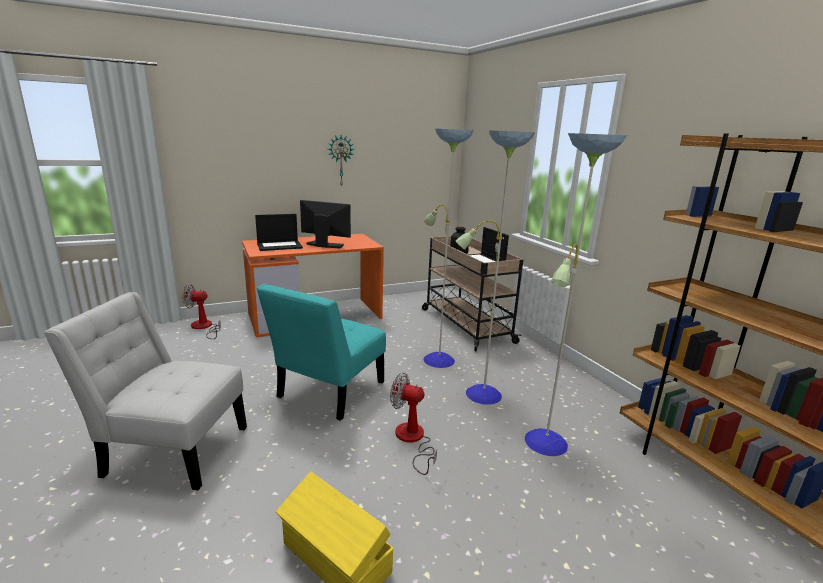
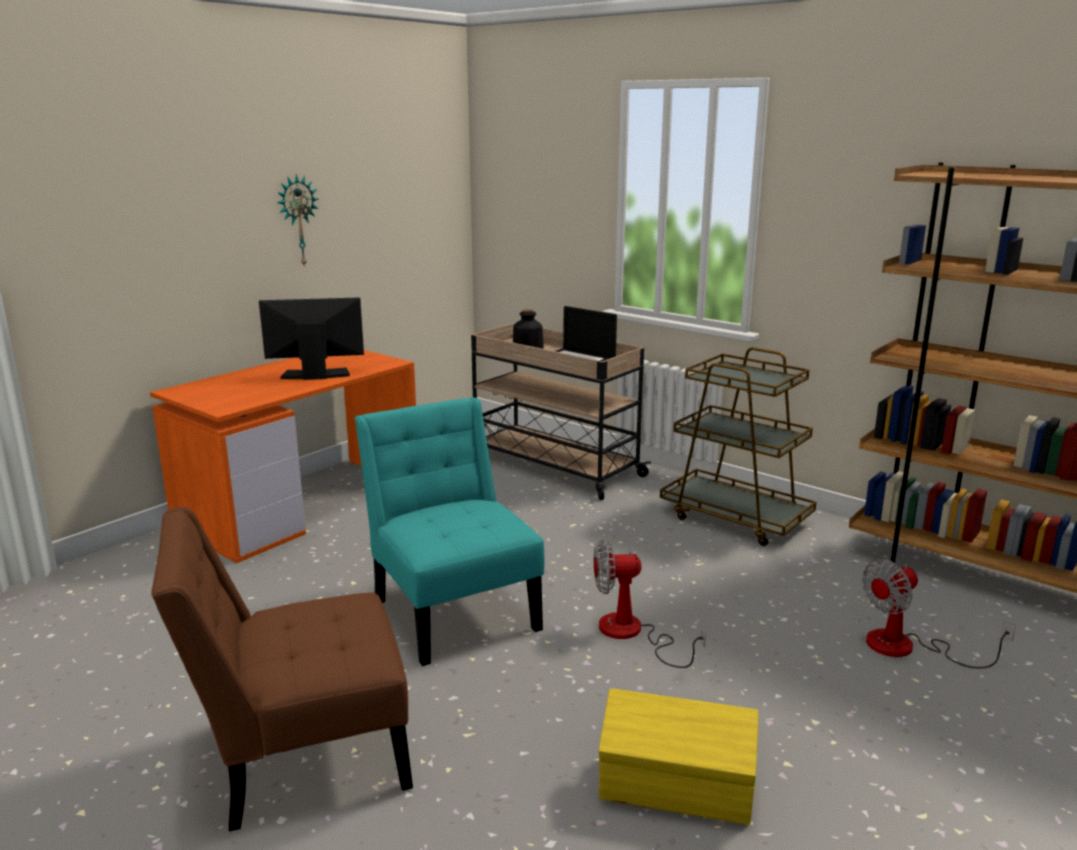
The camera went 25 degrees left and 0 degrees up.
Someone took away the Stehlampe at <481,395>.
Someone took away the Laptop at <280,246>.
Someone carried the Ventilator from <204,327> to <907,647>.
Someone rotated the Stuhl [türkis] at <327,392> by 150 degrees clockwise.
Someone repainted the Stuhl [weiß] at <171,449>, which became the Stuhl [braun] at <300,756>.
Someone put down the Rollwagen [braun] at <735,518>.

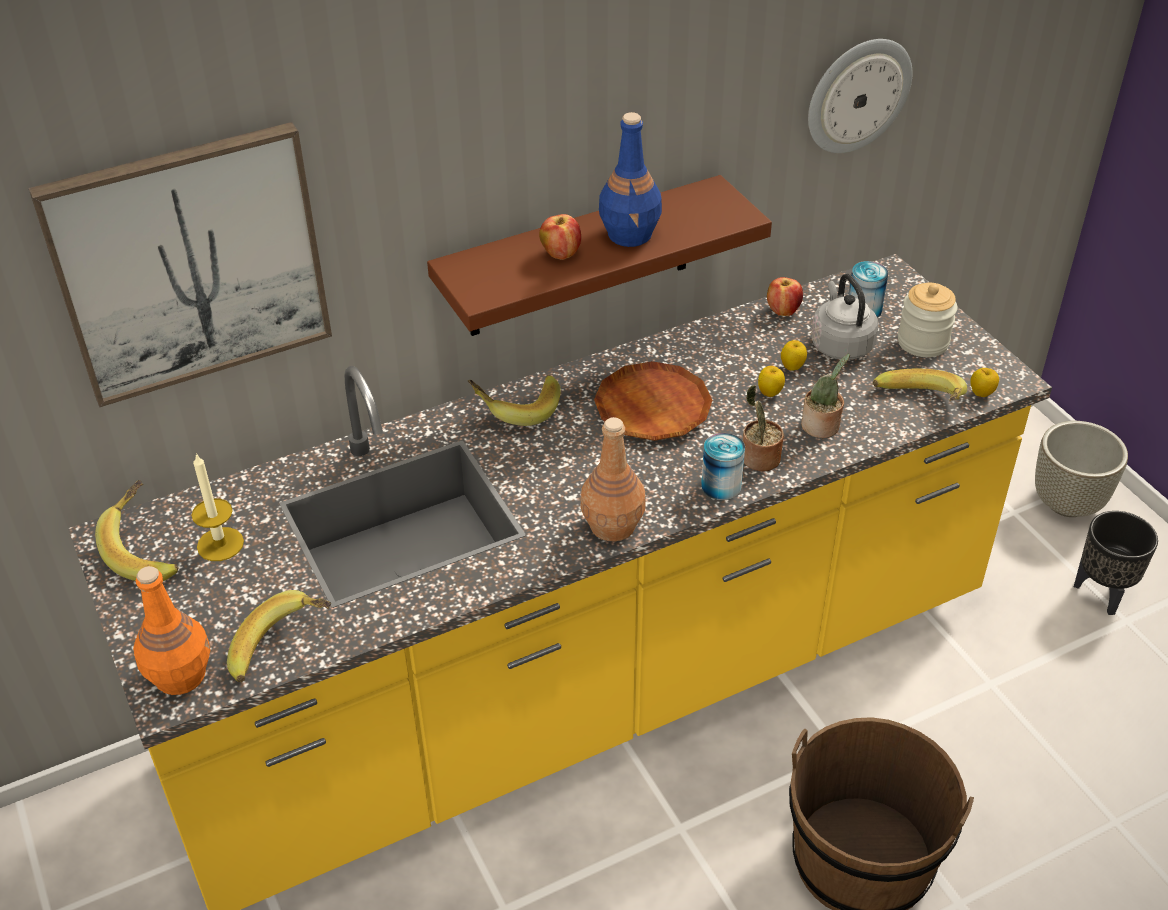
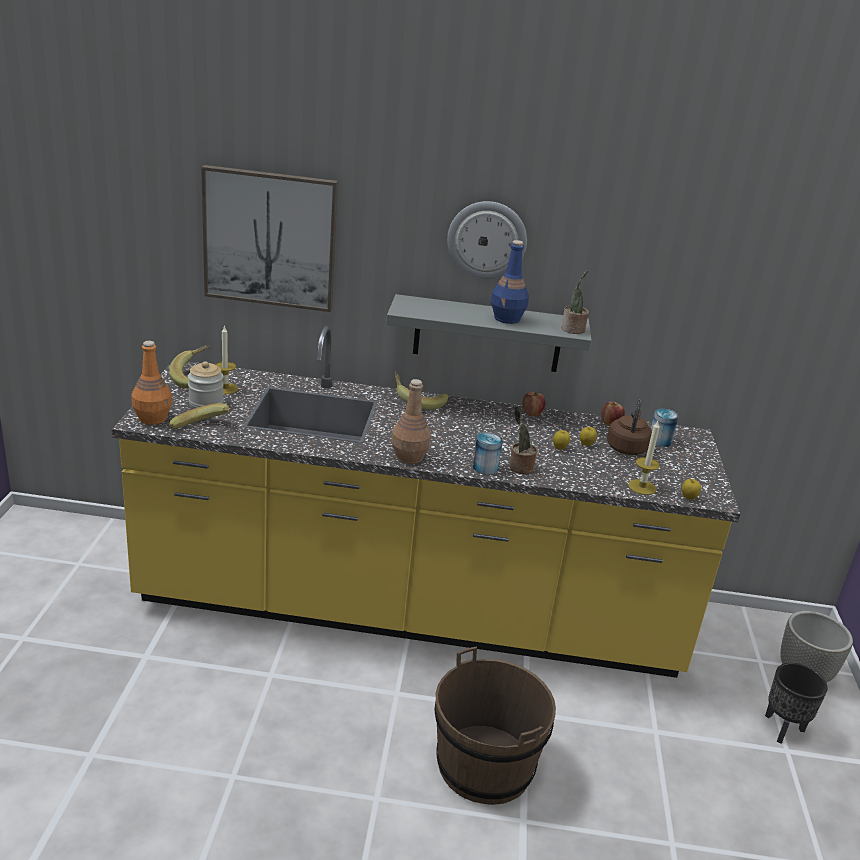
The camera went 30 degrees right and 15 degrees down.
Someone carried the Wanduhr from <857,95> to <487,239>.
Someone repainted the Wandregal [braun] at <579,258>, which became the Wandregal [grau] at <487,334>.
Someone carried the Apfel from <561,254> to <532,414>.
Someone repainted the Wasserkessel [grau] at <840,344>, which became the Wasserkessel [braun] at <627,447>.
Someone carried the Vorratsglas from <923,342> to <206,404>.
Someone carried the Topfpflanze from <822,427> to <573,330>.
Someone took away the Teller [braun] at <652,408>.
Someone swapped the Banane at <919,406> for the Kerze at <642,487>.

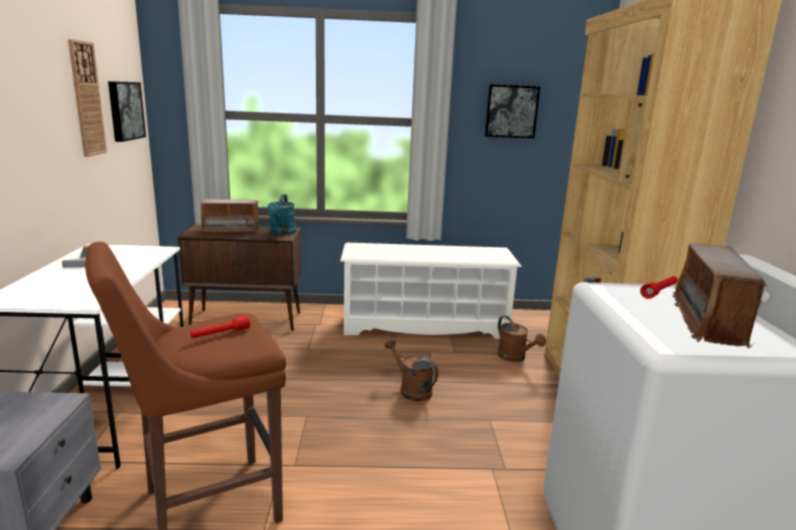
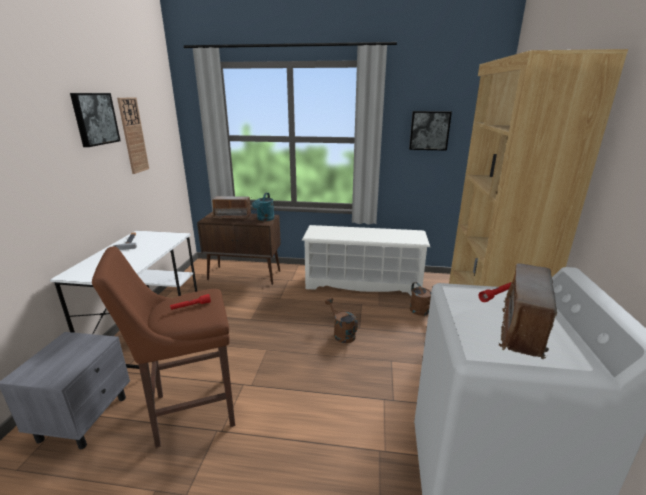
The camera went 10 degrees right and 5 degrees up.
Someone carried the Bild from <124,110> to <94,119>.

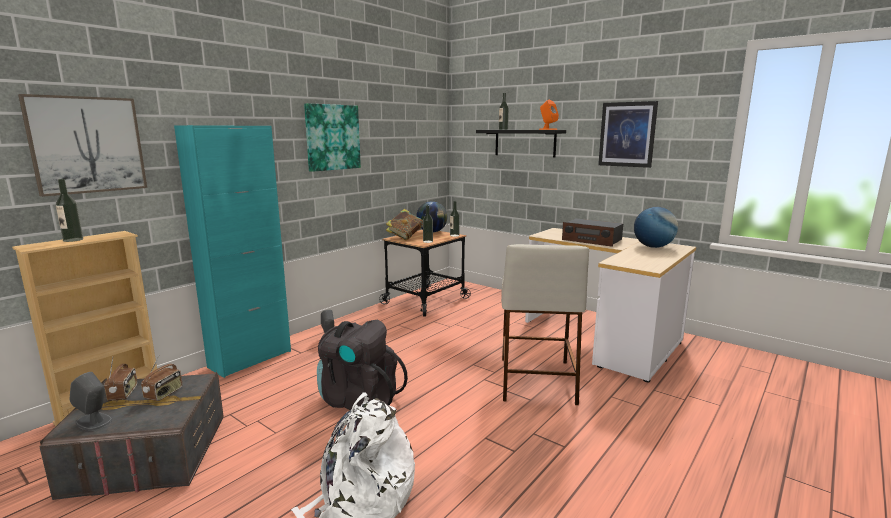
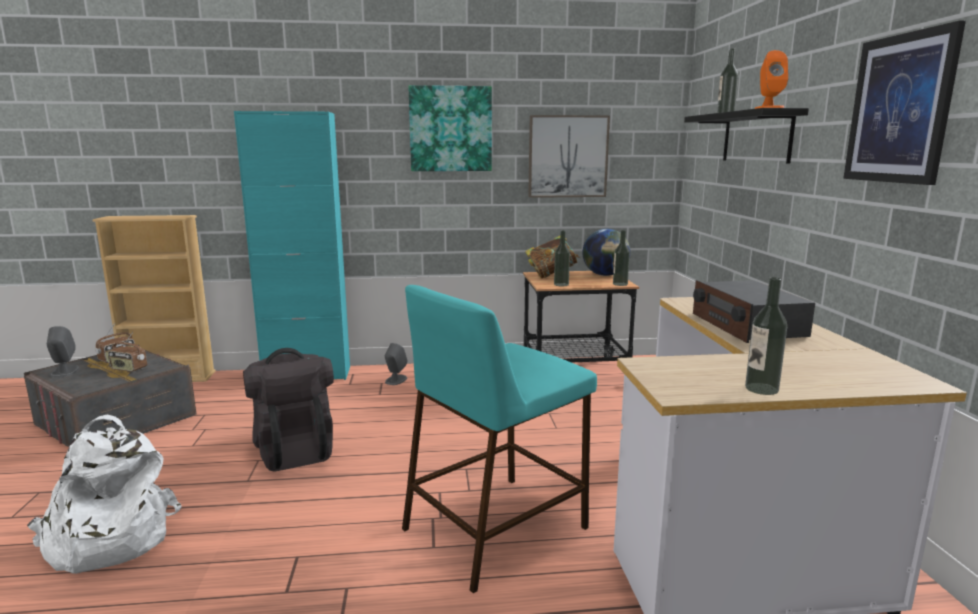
The camera went 45 degrees right and 0 degrees up.
Someone carried the Bild from <87,145> to <567,156>.
Someone carried the Flasche from <73,240> to <761,389>.
Someone took away the Globus at <653,247>.
Someone repainted the Hocker [beige] at <536,379>, which became the Hocker [türkis] at <496,527>.
Someone rotated the Radio at <164,394> by 45 degrees clockwise.

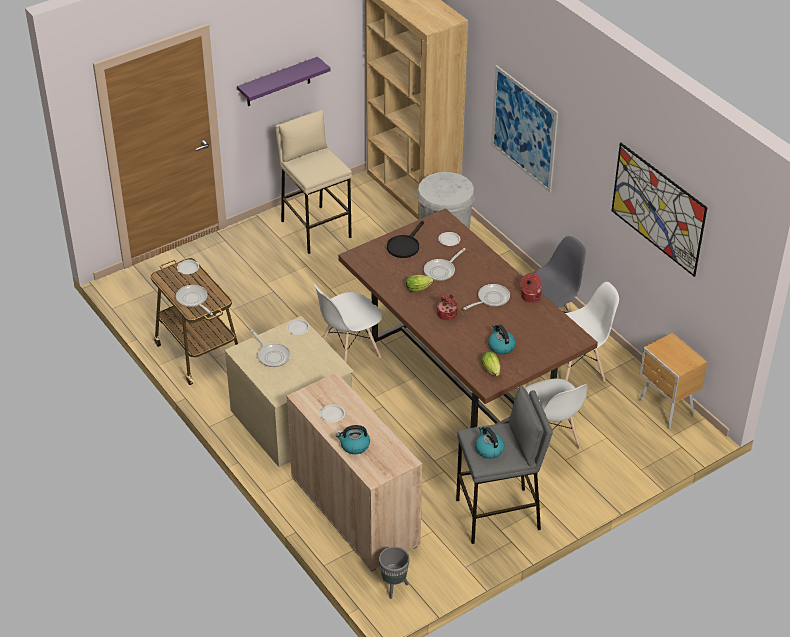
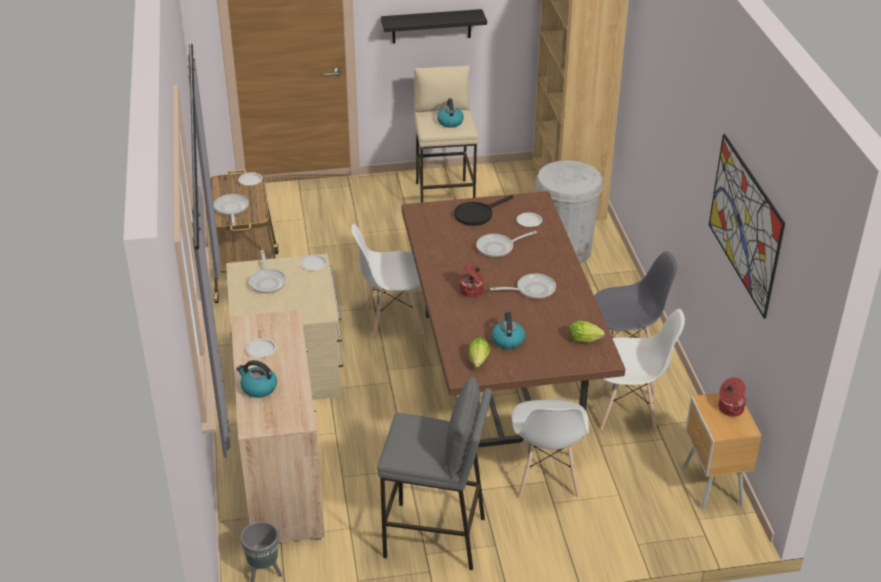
The camera went 25 degrees right and 5 degrees down.
Someone repainted the Wandregal [lila] at <278,82>, which became the Wandregal [schwarz] at <431,26>.
Someone took away the Bild at <524,128>.
Someone carried the Kochtopf from <530,297> to <730,408>.
Someone carried the Salatkopf from <419,288> to <586,340>.
Someone carried the Wasserkessel from <489,449> to <450,122>.

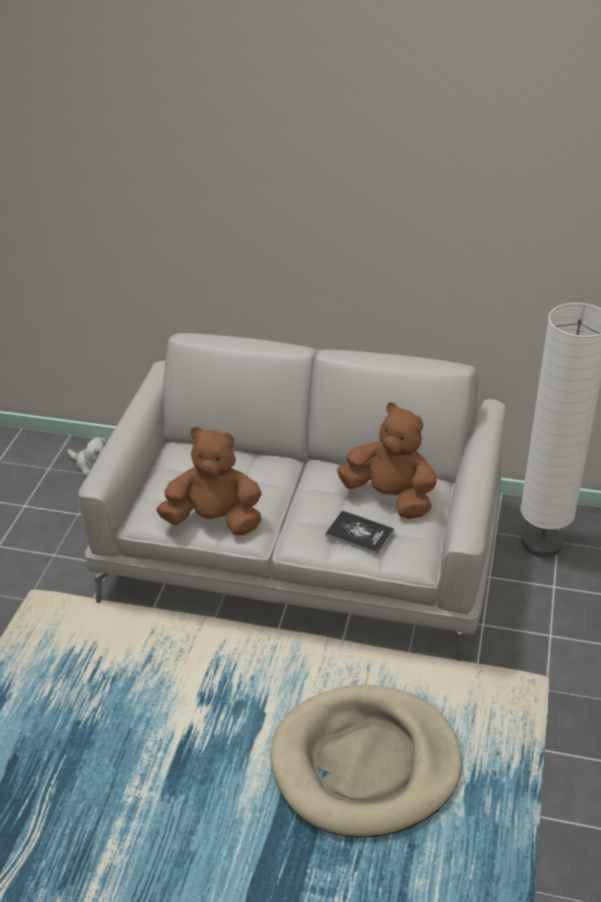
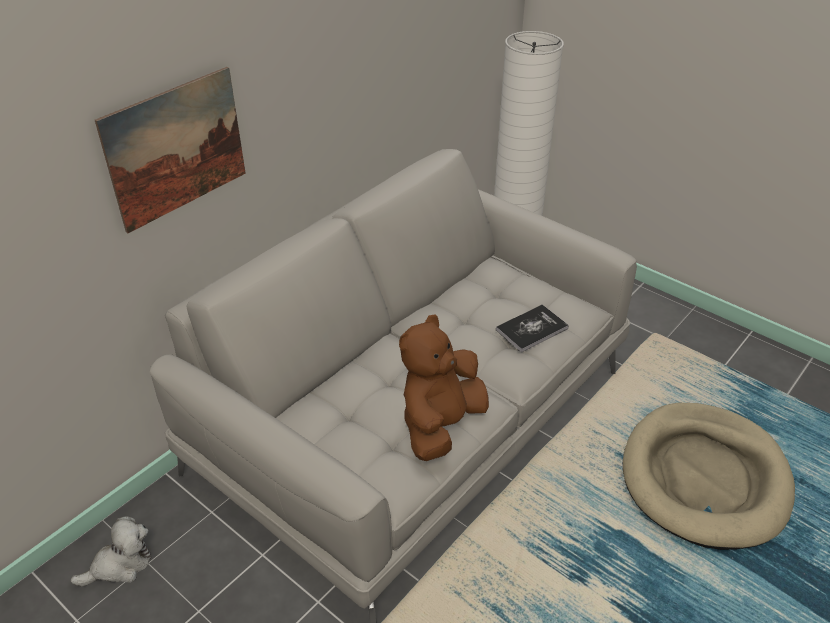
The camera went 65 degrees left and 0 degrees up.
Someone took away the Plüschtier [braun] at <390,497>.
Someone put up the Bild at <176,148>.

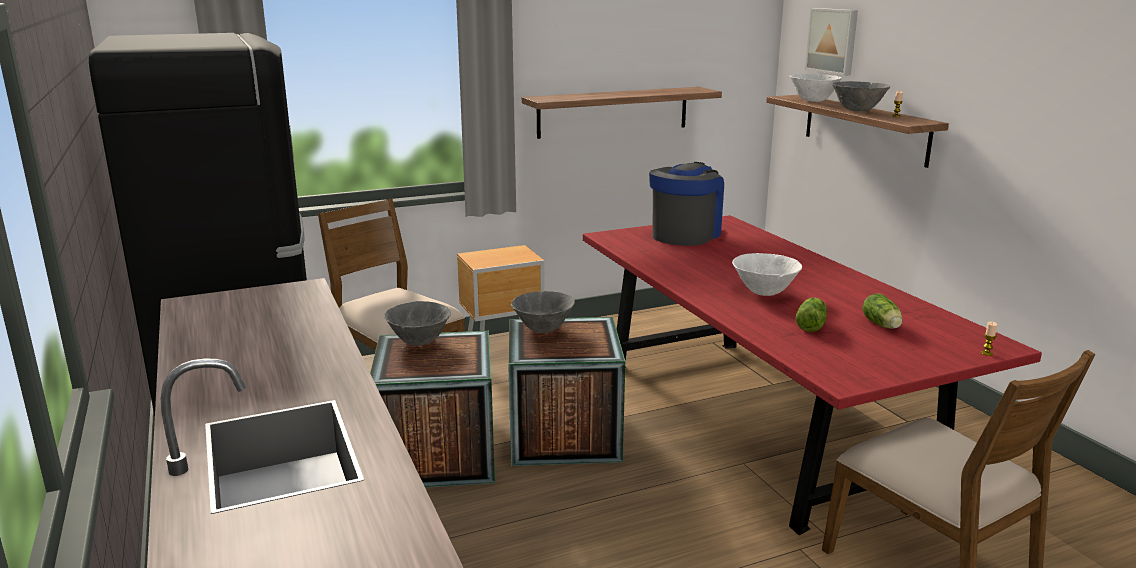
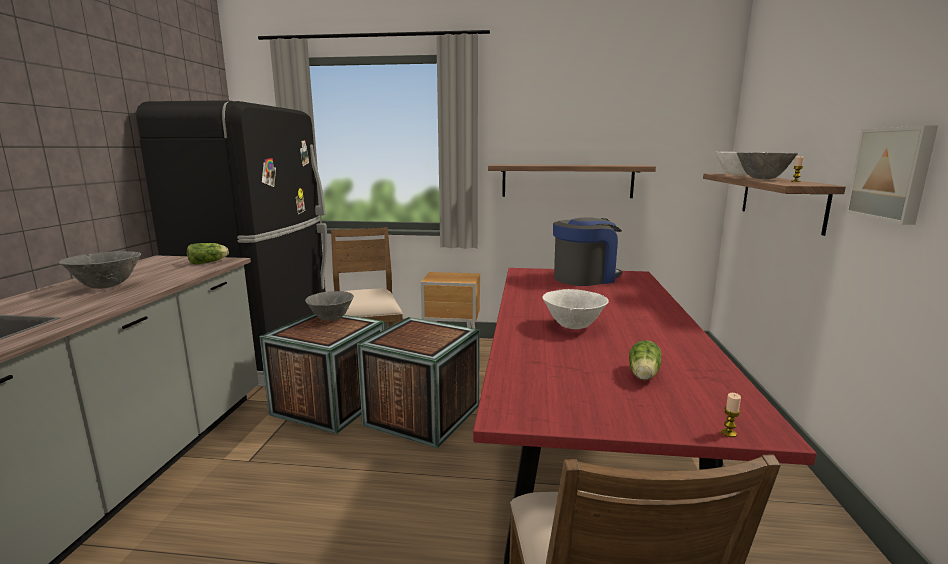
The camera went 30 degrees right and 5 degrees down.
Someone carried the Bild from <833,41> to <892,173>.
Someone carried the Schüssel [grau] from <543,330> to <106,287>.
Someone carried the Salatkopf from <811,325> to <209,262>.

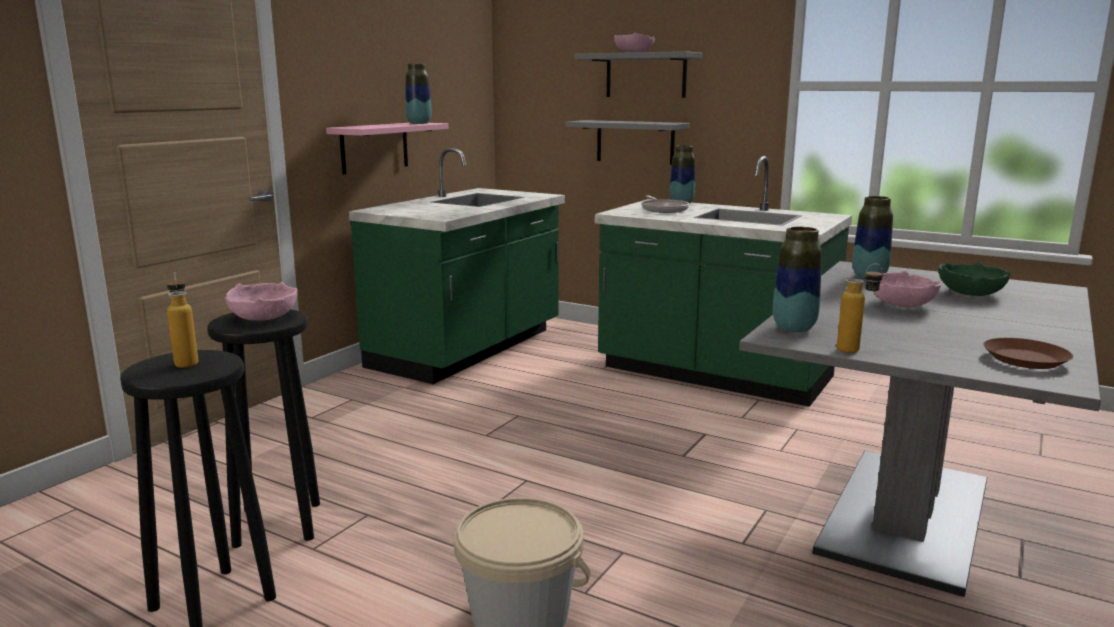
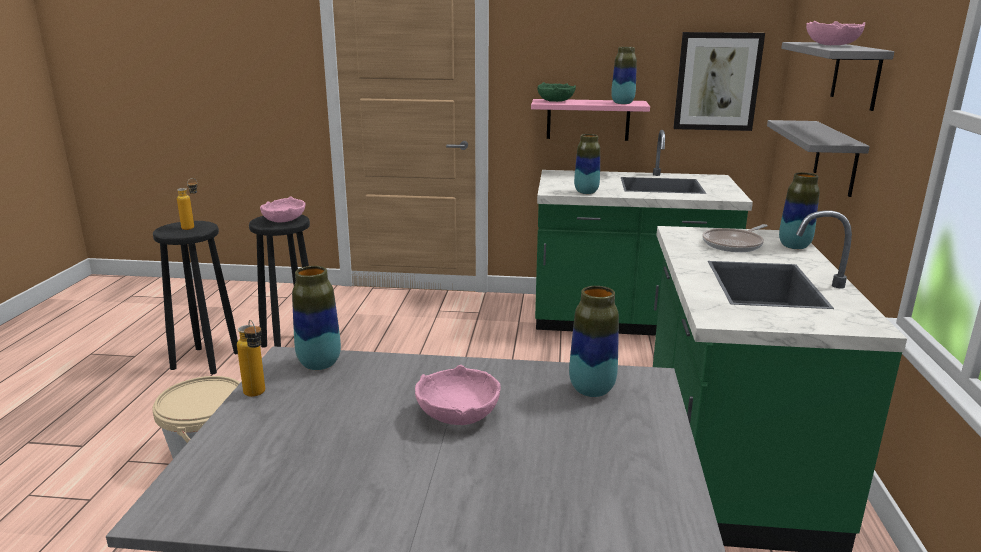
The camera went 65 degrees right and 5 degrees up.
Someone carried the Schüssel [grün] from <971,293> to <555,101>.
Someone took away the Teller [braun] at <1025,360>.
Someone put up the Bild at <717,81>.
Someone put down the Vase at <586,192>.

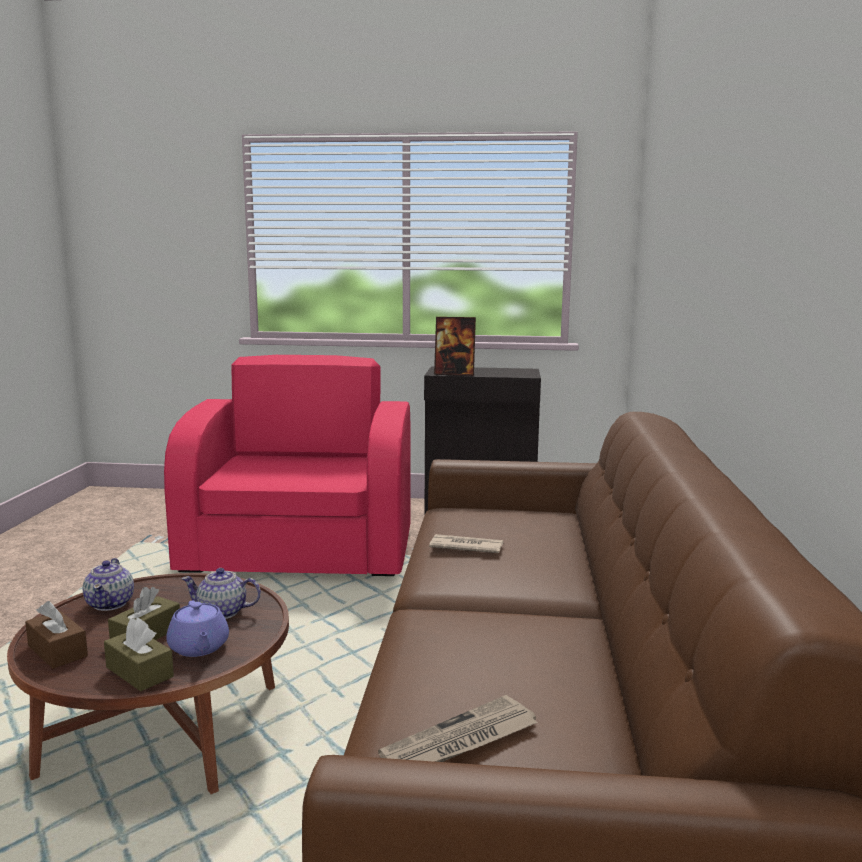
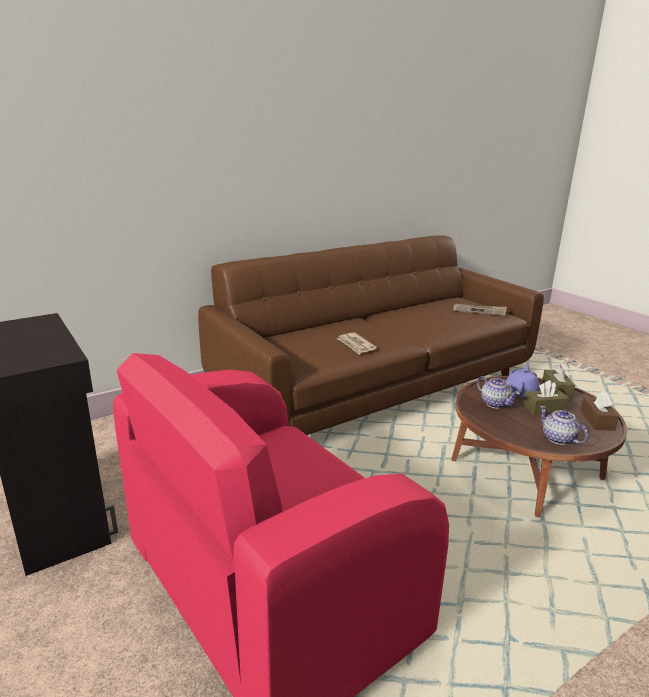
The camera went 130 degrees left and 10 degrees up.
Someone took away the Bilderrahmen at <454,374>.
Someone rotated the Teekanne at <110,603> by 75 degrees counterclockwise.

